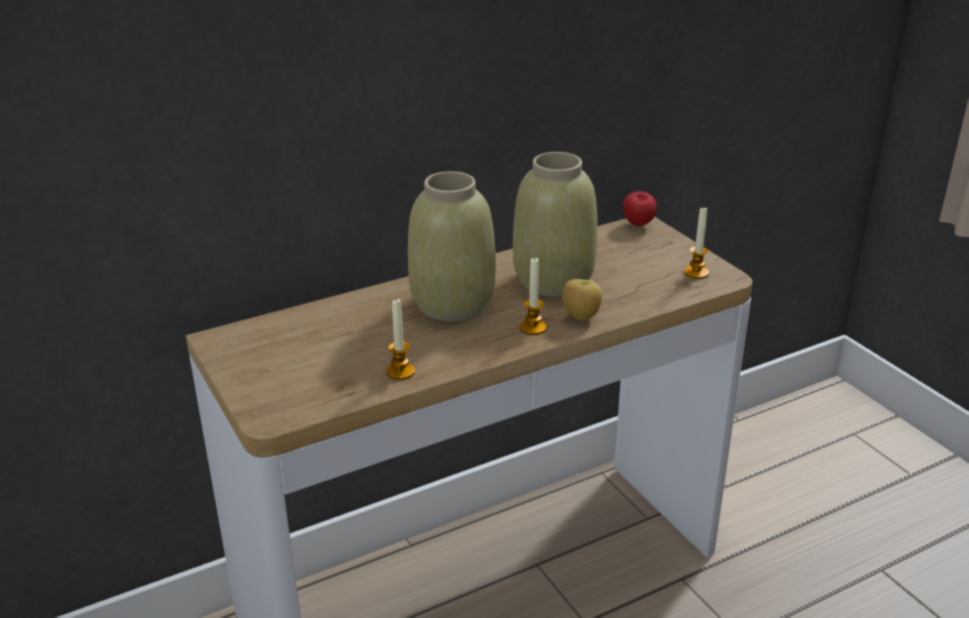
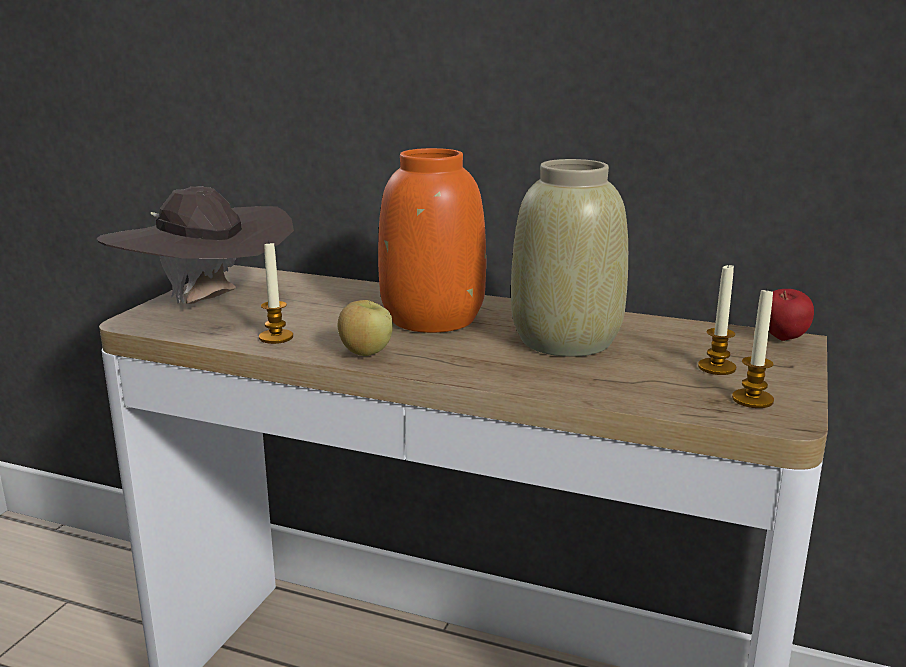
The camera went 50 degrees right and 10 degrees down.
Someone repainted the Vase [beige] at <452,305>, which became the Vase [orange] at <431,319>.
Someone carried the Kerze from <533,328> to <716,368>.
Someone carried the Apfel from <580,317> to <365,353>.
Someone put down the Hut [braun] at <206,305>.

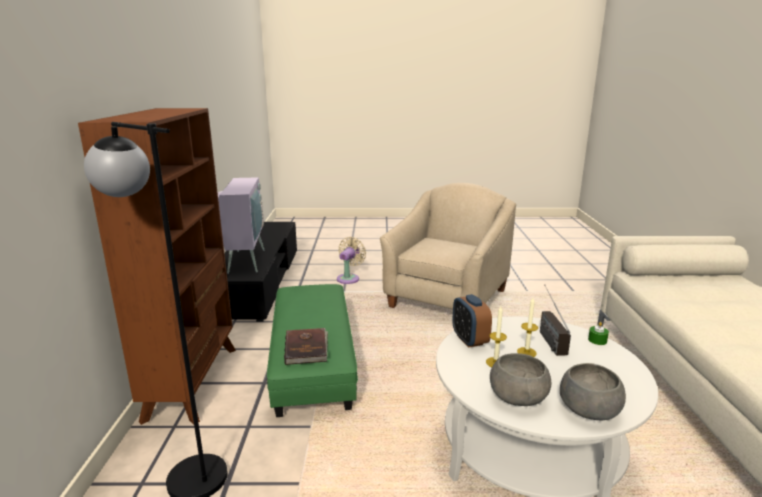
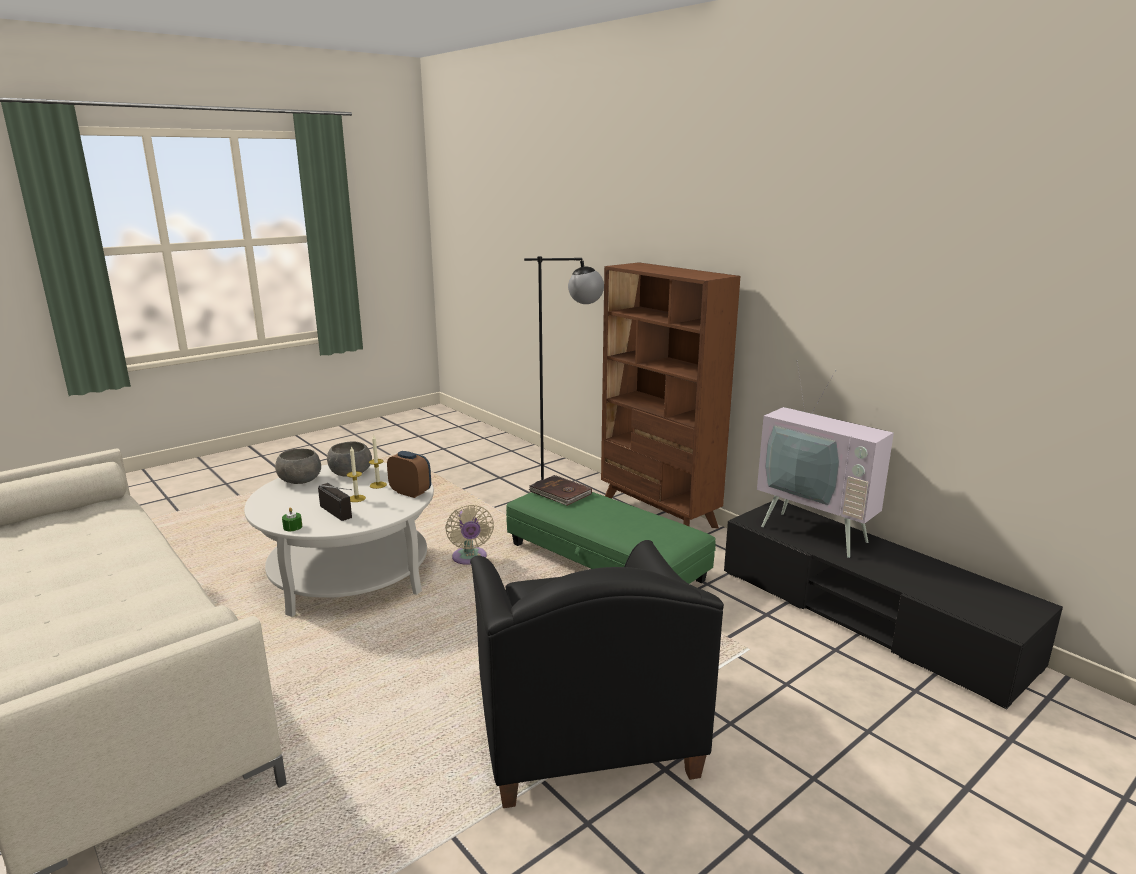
The camera went 140 degrees right and 0 degrees up.
Someone repainted the Sessel [beige] at <447,298>, which became the Sessel [schwarz] at <581,723>.
Someone carried the Ventilator [beige] from <349,278> to <470,559>.

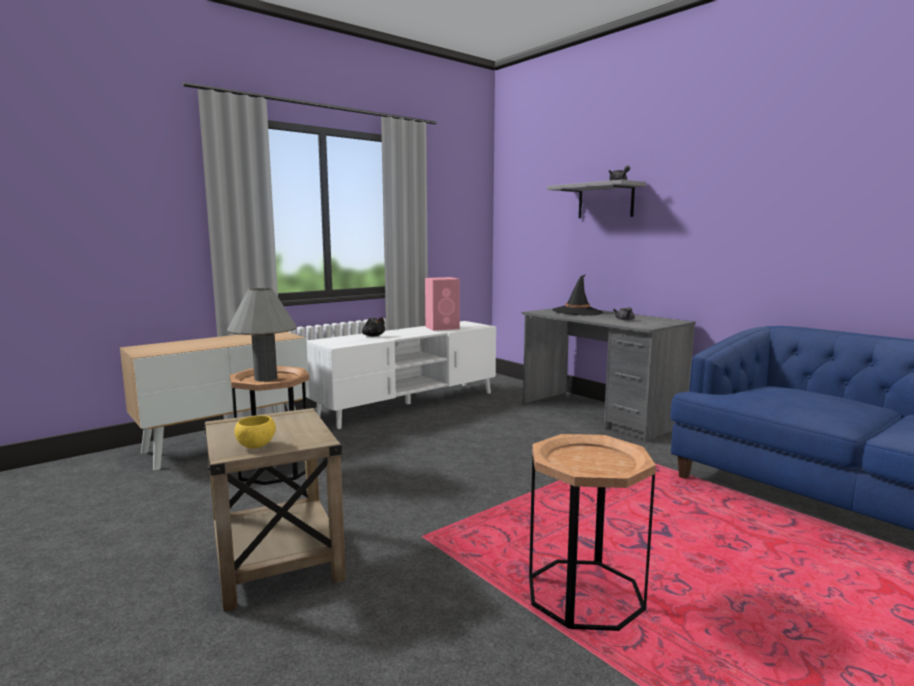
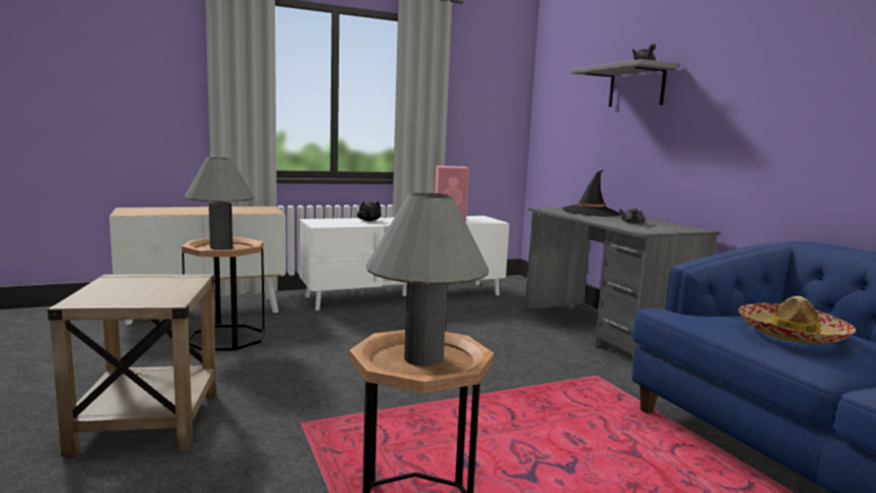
The camera went 15 degrees right and 0 degrees up.
Someone took away the Schüssel [gelb] at <256,446>.
Someone put down the Tischlampe [grau] at <424,358>.
Someone put down the Hut at <792,334>.

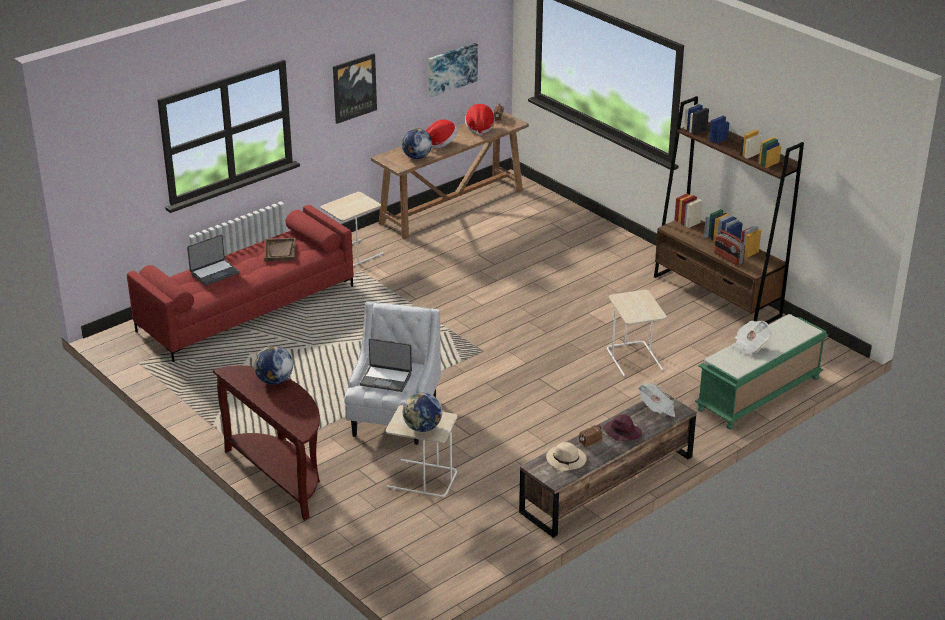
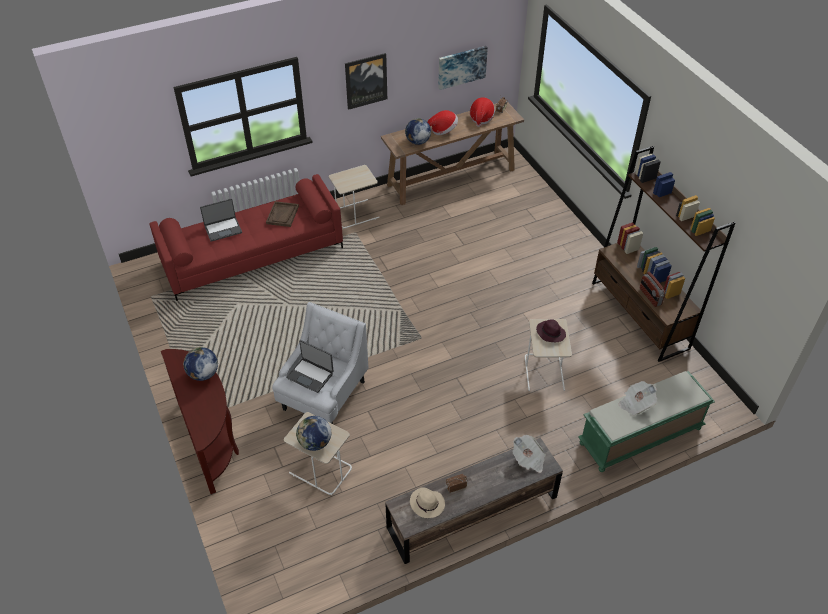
The camera went 15 degrees right and 15 degrees up.
Someone carried the Hut [lila] from <621,432> to <550,332>.

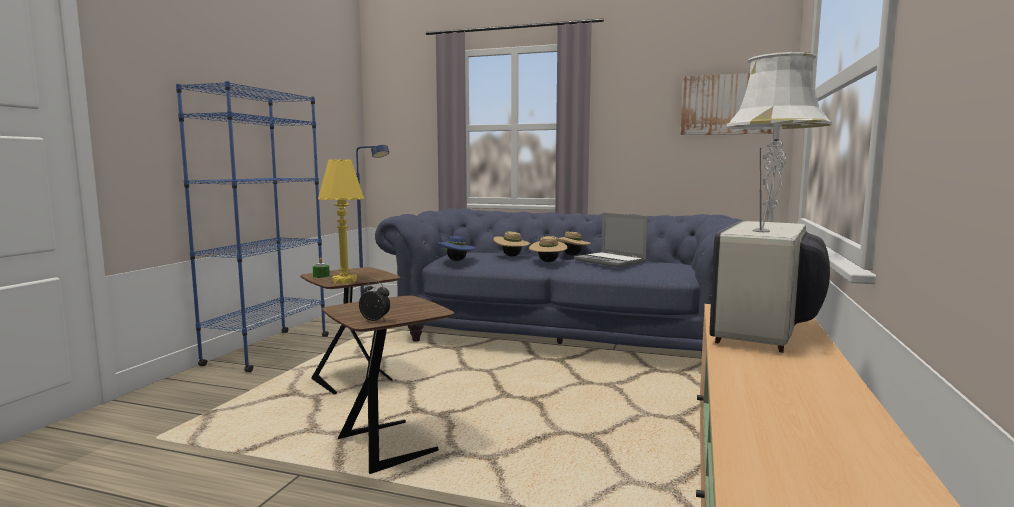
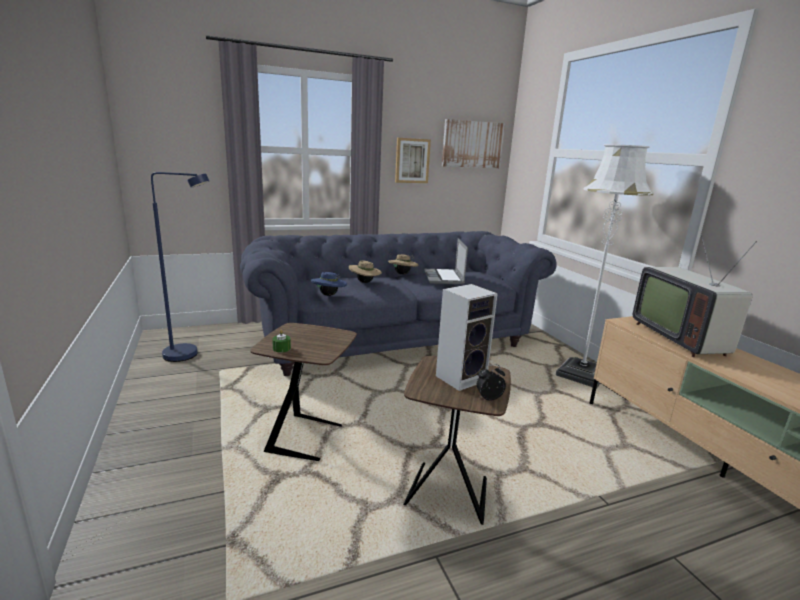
The camera went 40 degrees left and 10 degrees up.
Someone took away the Bücherregal [blau] at <267,350>.
Someone took away the Tischlampe [gelb] at <345,281>.
Someone rotated the Laptop at <611,261> by 75 degrees clockwise.
Someone took away the Hut [beige] at <547,262>.
Someone put up the Bild at <412,160>.
Someone put down the Lautsprecher at <461,377>.

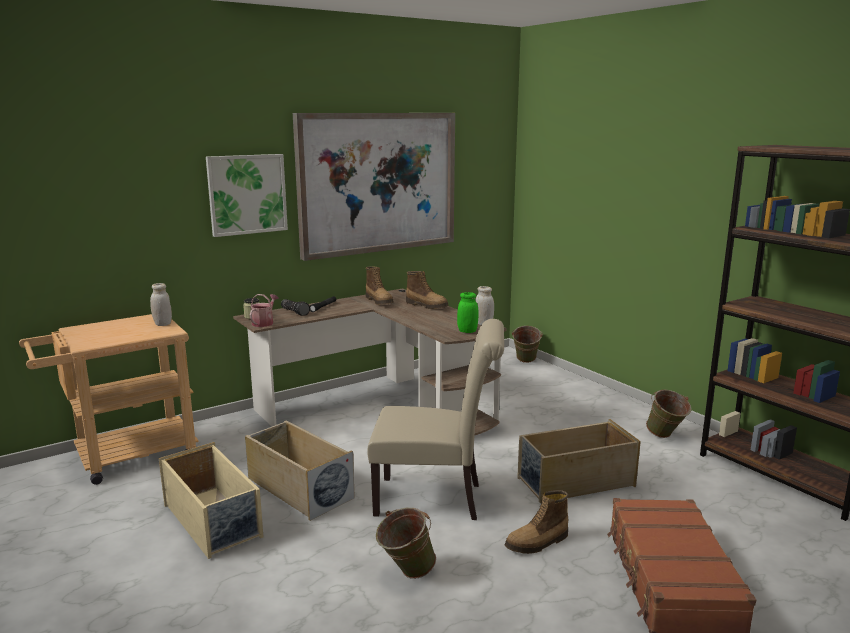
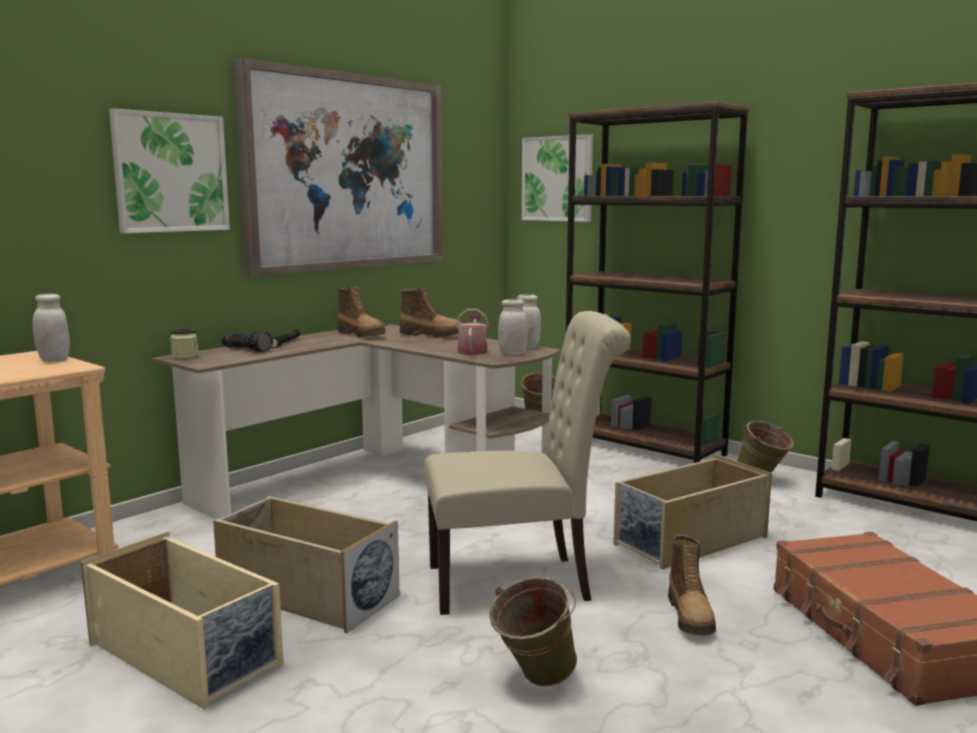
The camera went 15 degrees left and 5 degrees down.
Someone repainted the Vorratsglas [grün] at <467,331>, which became the Vorratsglas [weiß] at <512,354>.
Someone carried the Gießkanne from <264,323> to <472,351>.
Someone rotated the Stiefel at <537,543> by 45 degrees counterclockwise.
Someone put down the Bücherregal [braun] at <643,447>.
Someone put up the Bild at <557,179>.

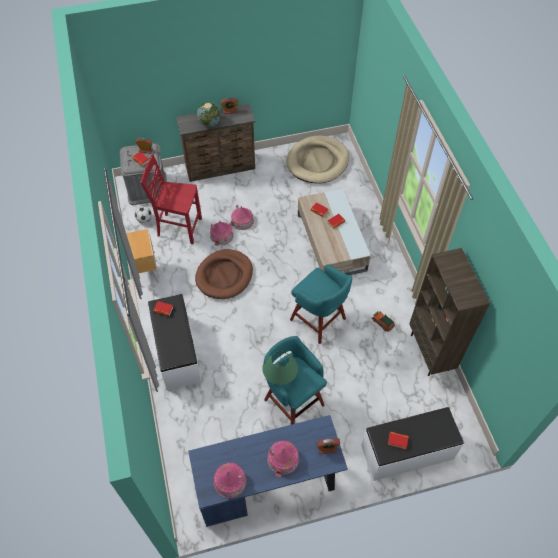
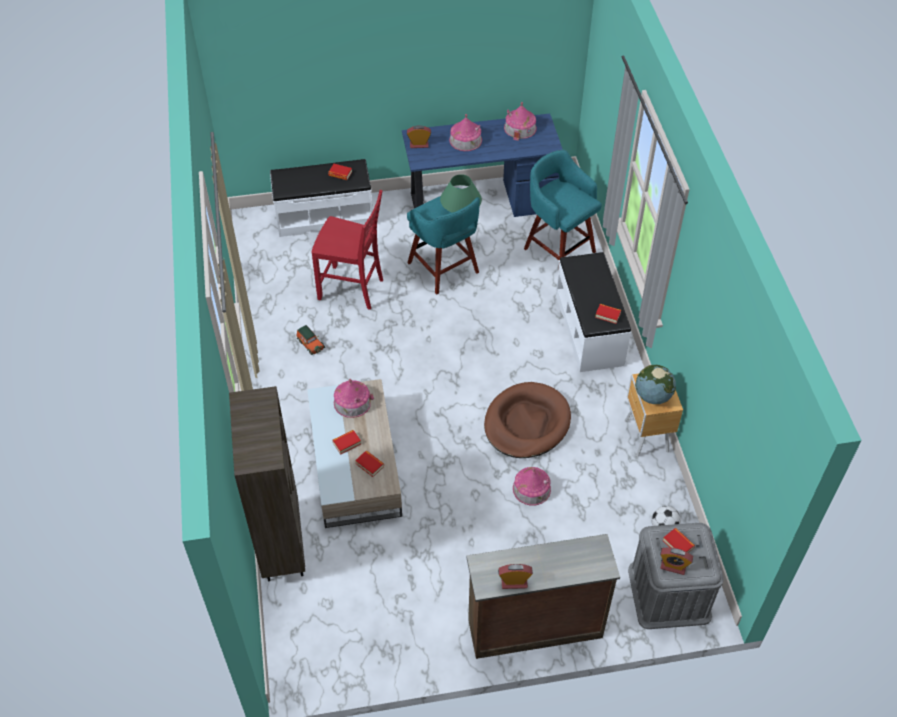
The camera went 175 degrees left and 5 degrees down.
Someone carried the Globus from <210,123> to <652,396>.
Someone took away the Hundebett [beige] at <317,162>.
Someone carried the Stuhl [rot] from <178,227> to <352,289>.
Someone carried the Spielzeughaus from <242,221> to <352,402>.
Someone carried the Bücherregal [braun] from <430,352> to <281,546>.
Someone carried the Hocker [türkis] from <319,320> to <558,249>.

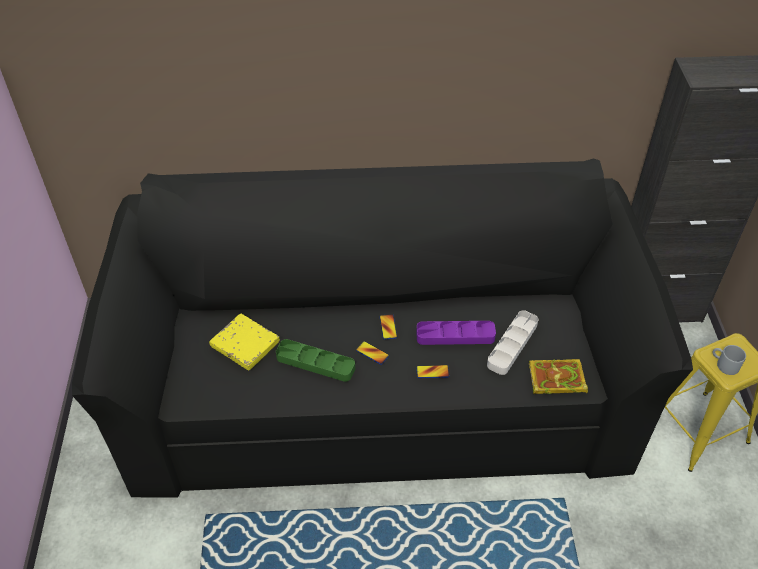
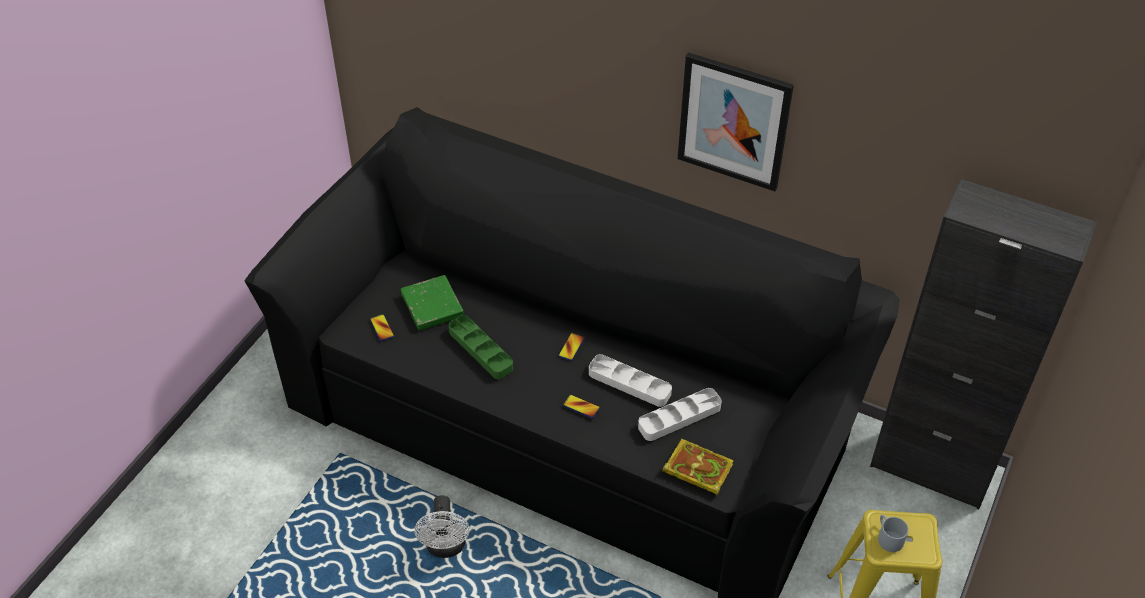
The camera went 30 degrees right and 0 degrees up.
Someone repainted the Buch [gelb] at <245,344>, which became the Buch [grün] at <432,305>.
Someone repainted the Tablett [lila] at <455,335>, which became the Tablett [weiß] at <629,383>.
Someone carried the Handy from <372,353> to <382,328>.
Someone put up the Bild at <734,121>.
Someone put down the Ventilator [weiß] at <446,548>.

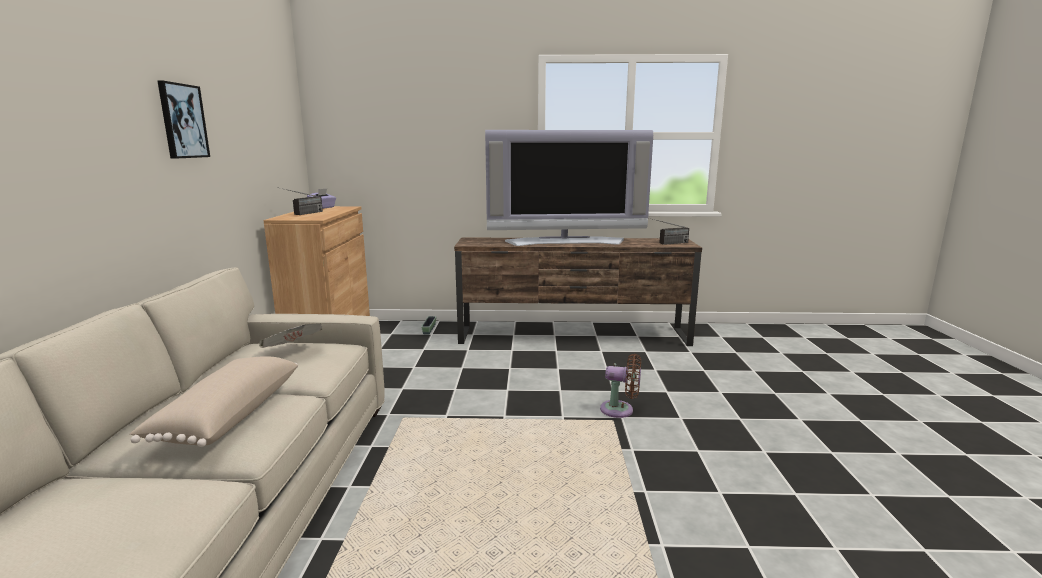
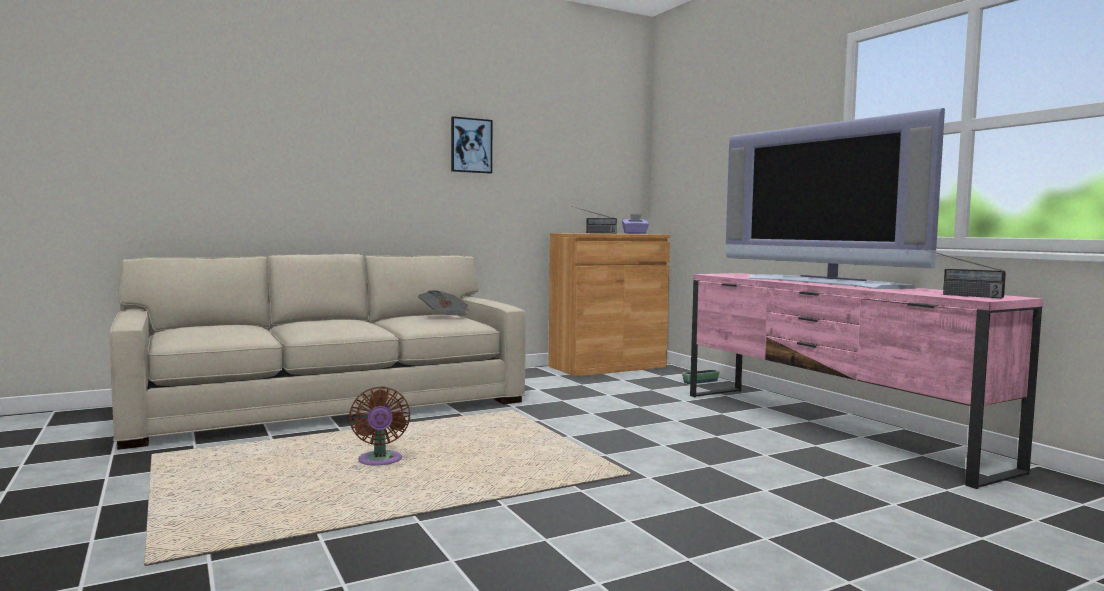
The camera went 60 degrees right and 10 degrees down.
Someone repainted the Fernsehschrank [braun] at <574,336>, which became the Fernsehschrank [rosa] at <828,428>.
Someone carried the Ventilator [braun] from <620,410> to <380,461>.
Someone took away the Kissen [beige] at <226,416>.

